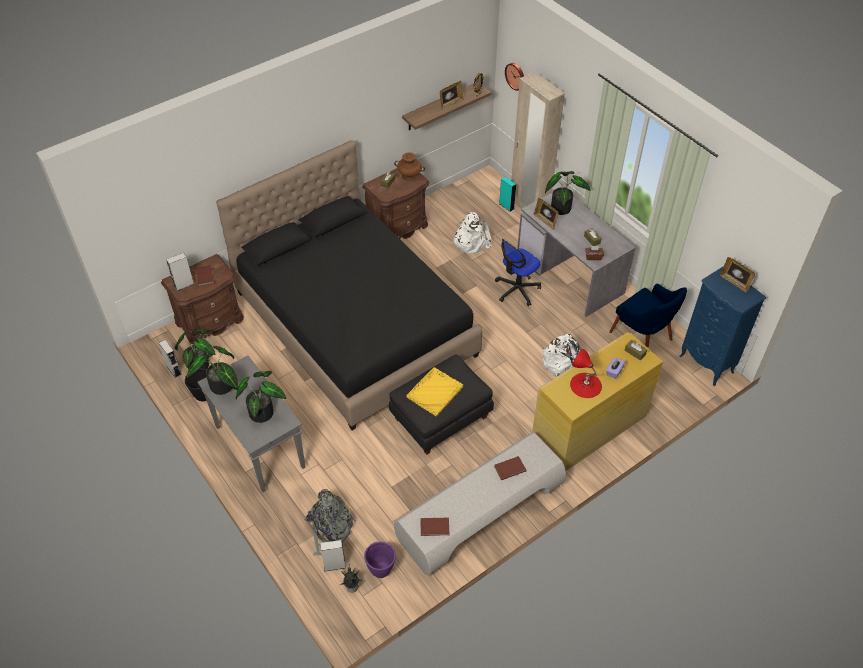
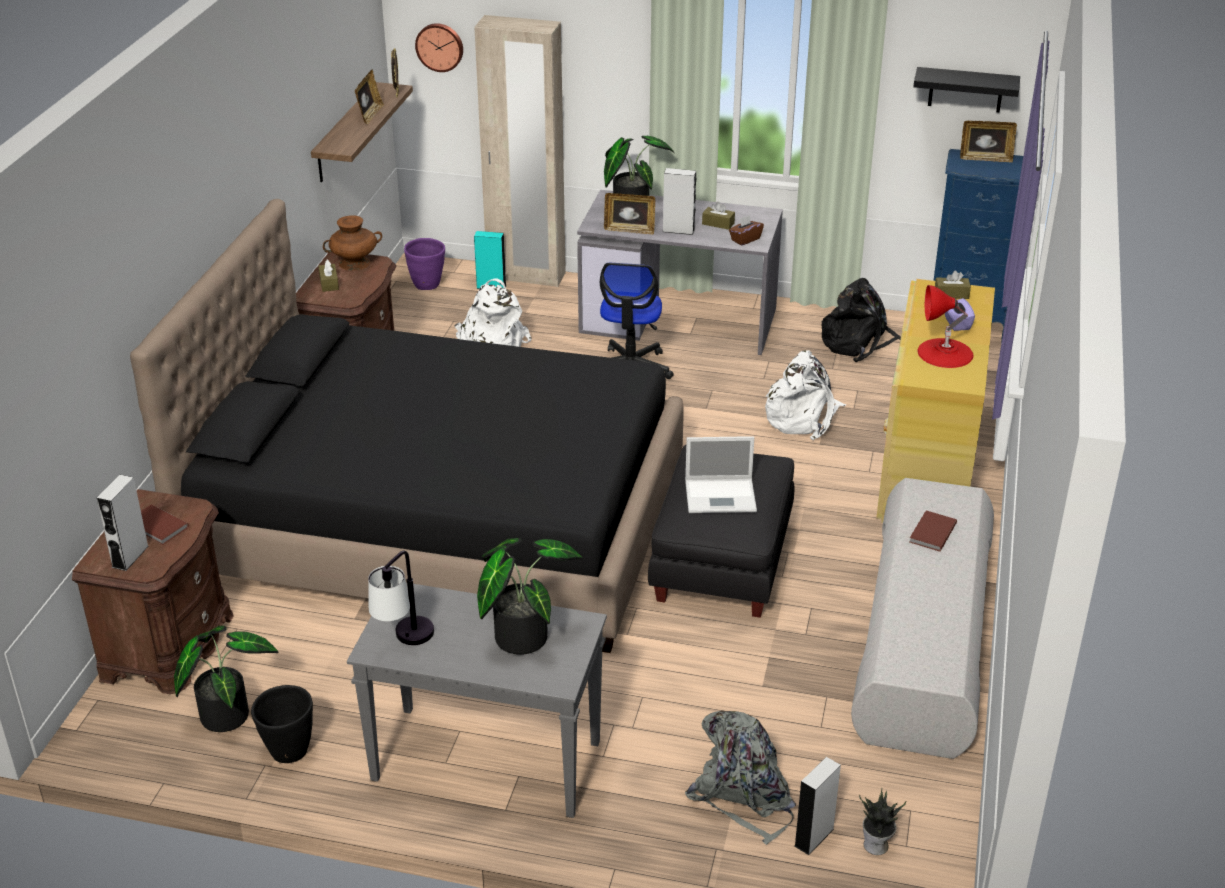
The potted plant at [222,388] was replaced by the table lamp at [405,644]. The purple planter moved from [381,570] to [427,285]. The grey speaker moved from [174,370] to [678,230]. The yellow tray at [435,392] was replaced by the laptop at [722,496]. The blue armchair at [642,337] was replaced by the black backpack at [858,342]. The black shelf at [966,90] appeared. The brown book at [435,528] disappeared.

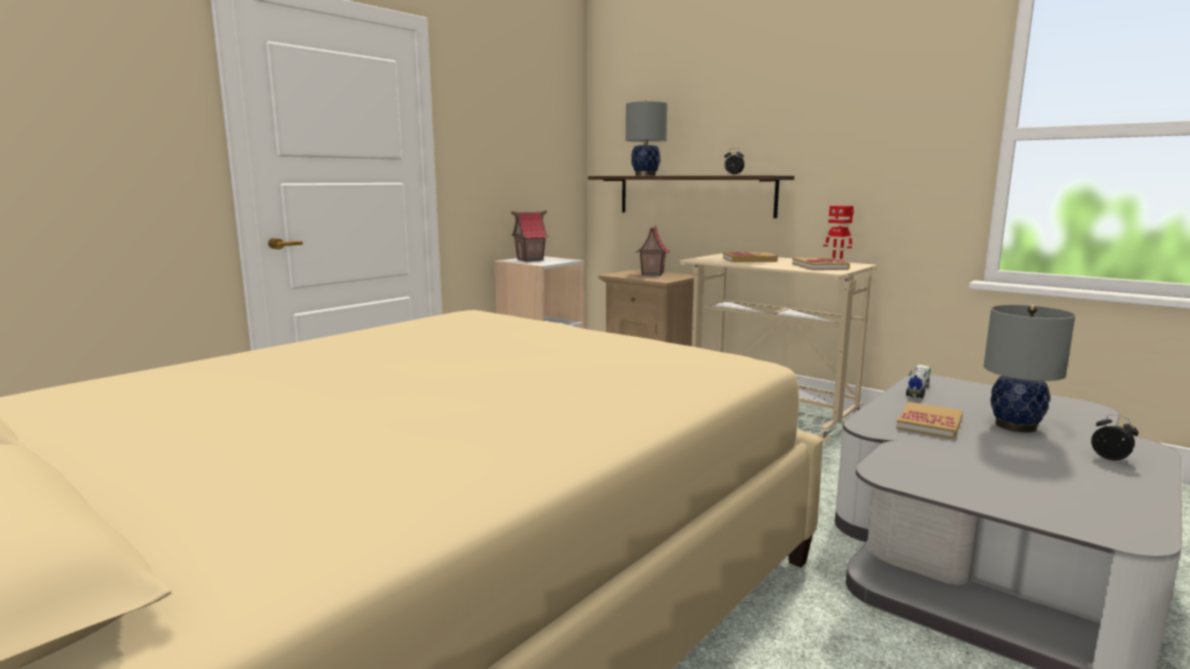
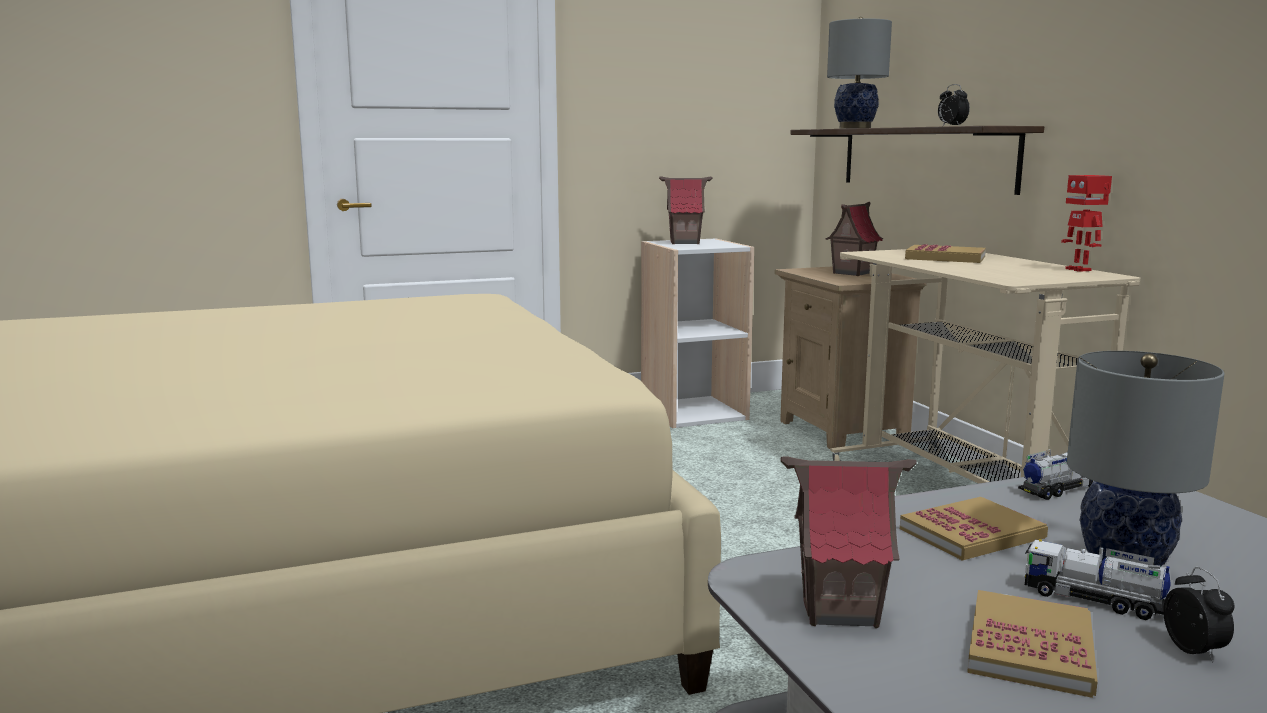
The toy house at [840,611] appeared. The book moved from [819,266] to [1030,648]. The toy truck at [1093,600] appeared.

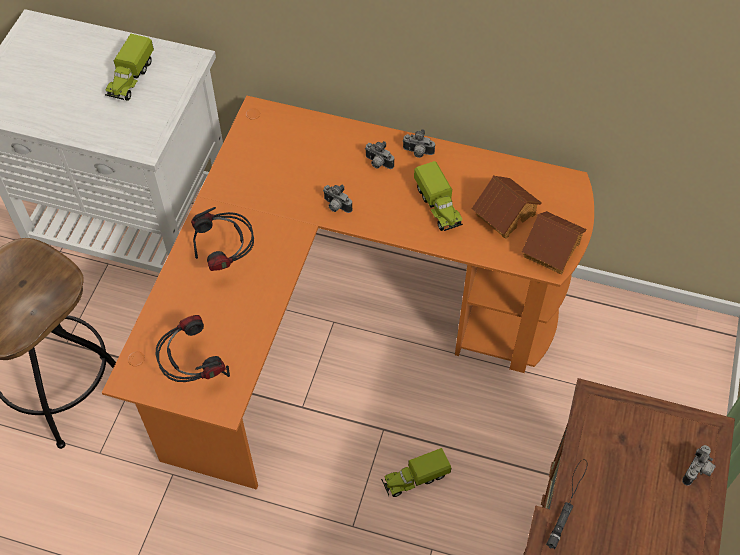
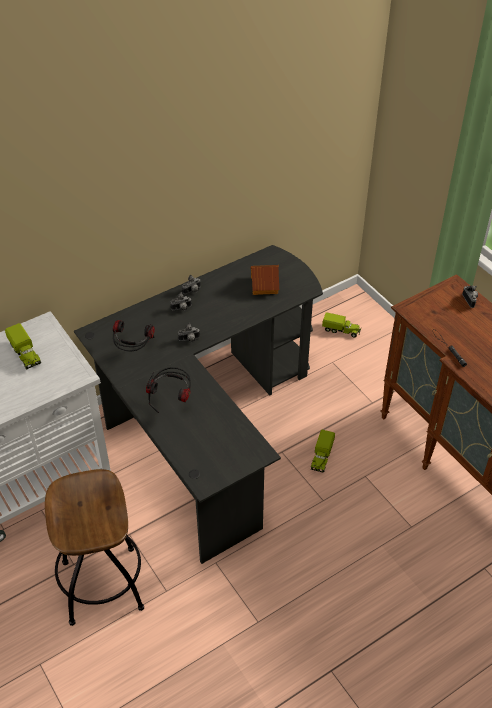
The orange desk at [345,328] became the black desk at [206,428]. The headphones moved from [194,370] to [133,350]. The toy truck moved from [438,206] to [341,330]. The toy house at [552,250] disappeared.

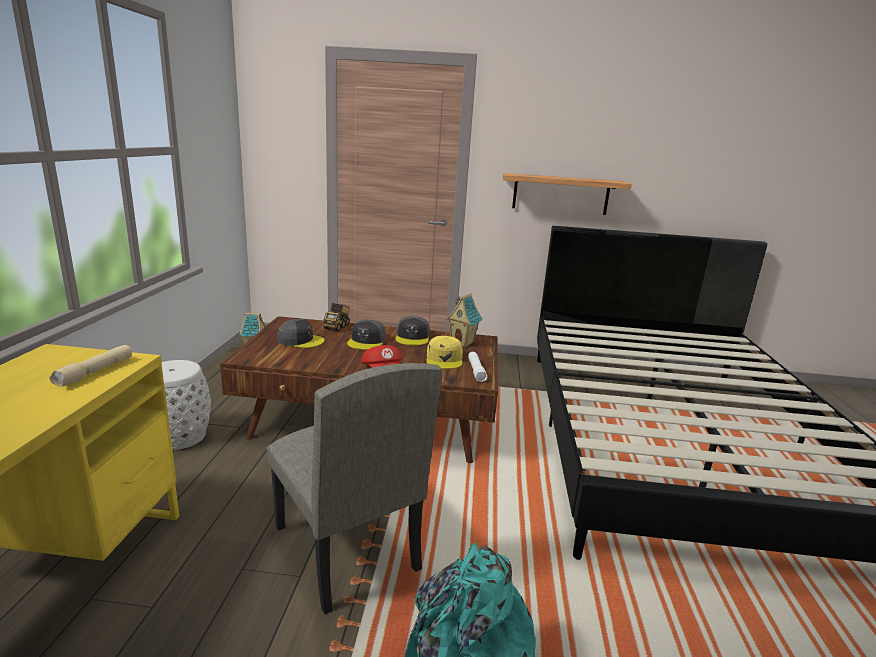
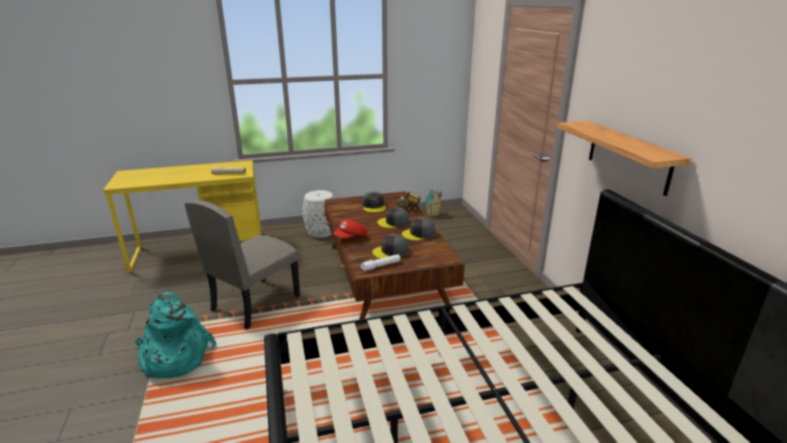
The yellow cap at [444,359] became the grey cap at [391,251]. The toy house at [463,343] disappeared.

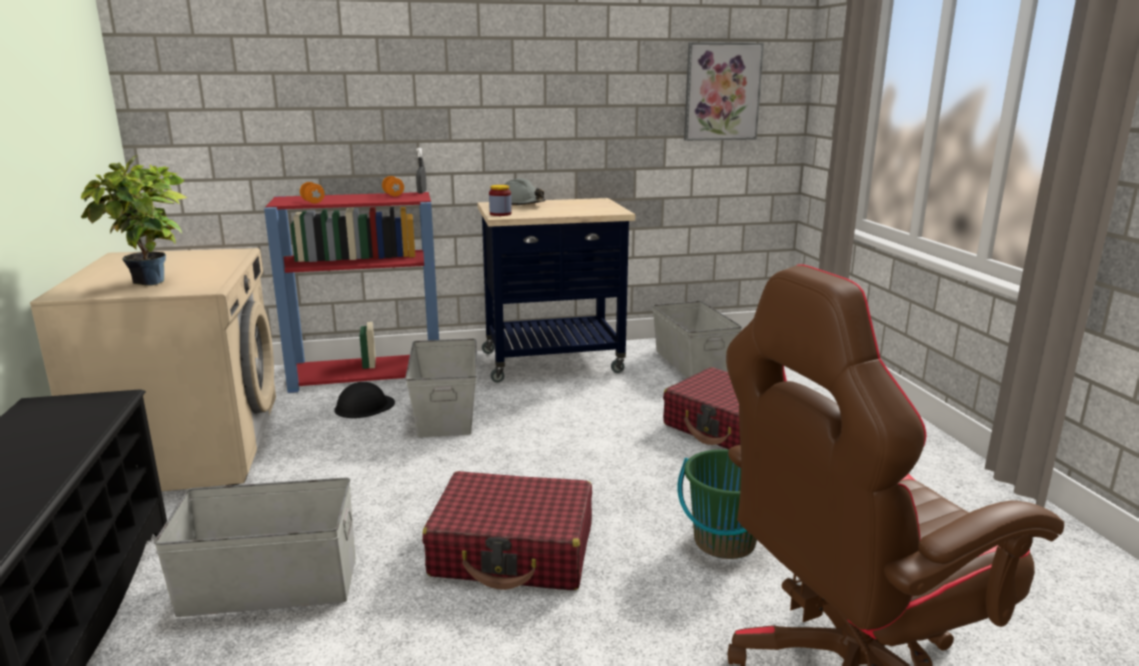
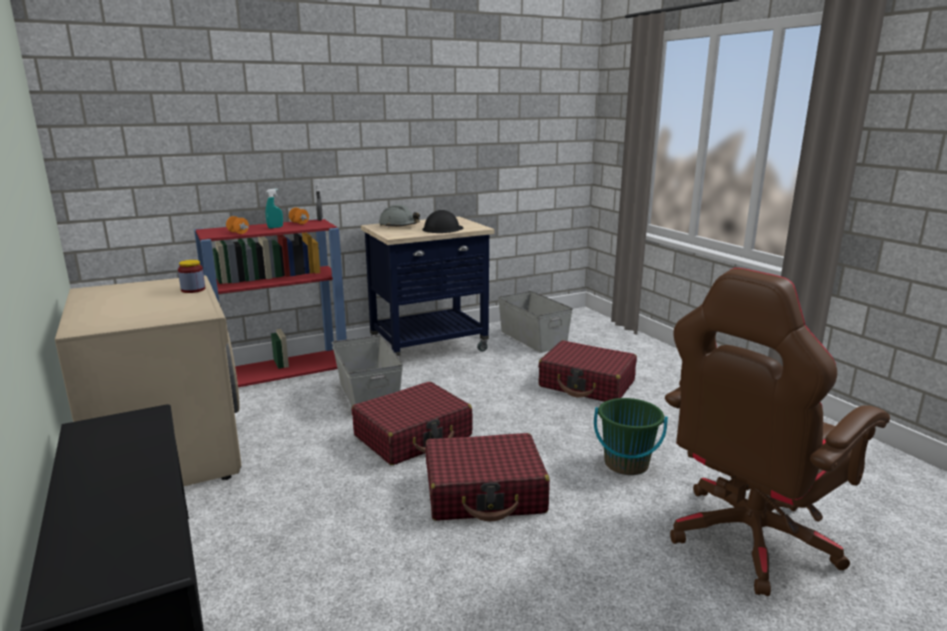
The jar moved from [500,214] to [193,289]. The turquoise spray bottle at [275,227] appeared. The red suitcase at [413,436] appeared. The black hard hat moved from [364,406] to [442,229]. The potted plant at [152,284] disappeared. The grey storage box at [271,586] disappeared. The picture at [722,92] disappeared.

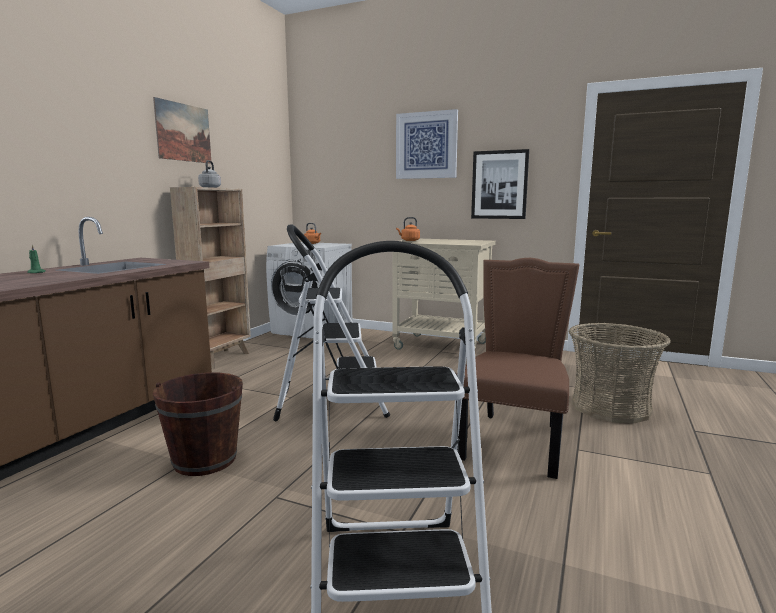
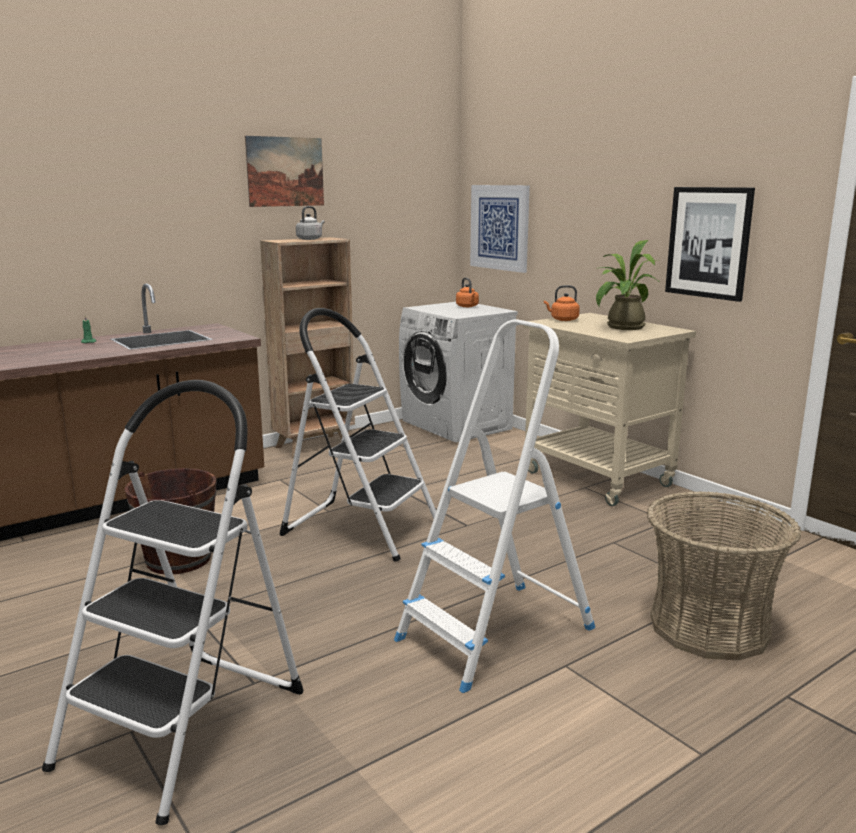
The brown chair at [513,444] was replaced by the white step ladder at [494,634]. The picture moved from [426,145] to [499,227]. The potted plant at [621,327] appeared.

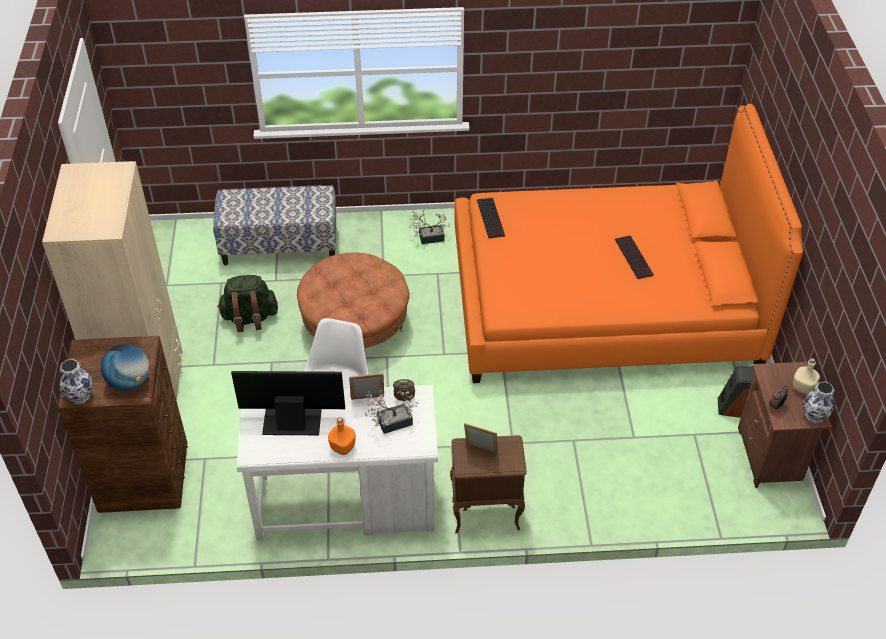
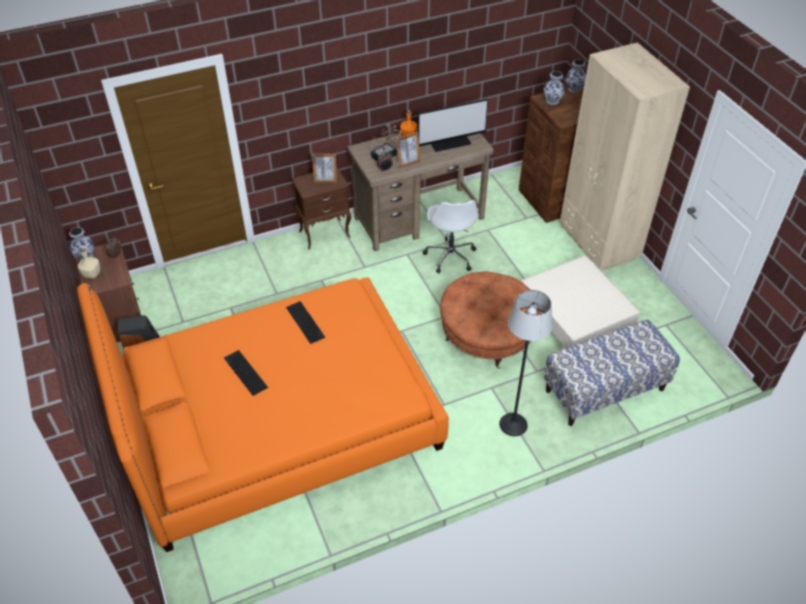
The keyboard moved from [490,218] to [305,322]. The white desk at [345,503] became the brown desk at [419,217]. The floor lamp at [513,424] appeared. The green backpack at [250,318] was replaced by the beige ottoman at [575,316]. The globe at [129,382] was replaced by the vase at [552,101]. The potted plant at [428,237] disappeared.

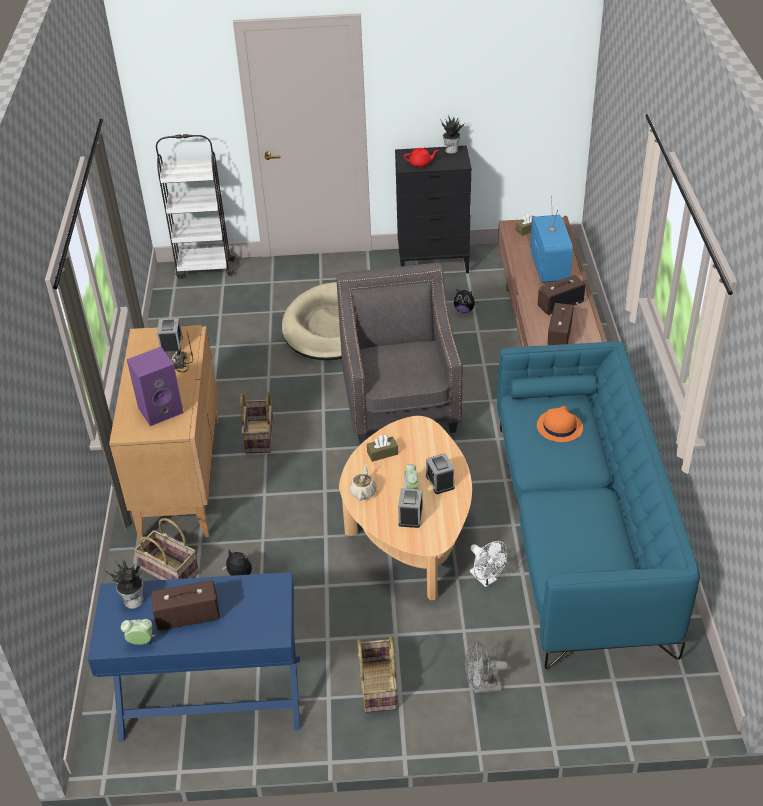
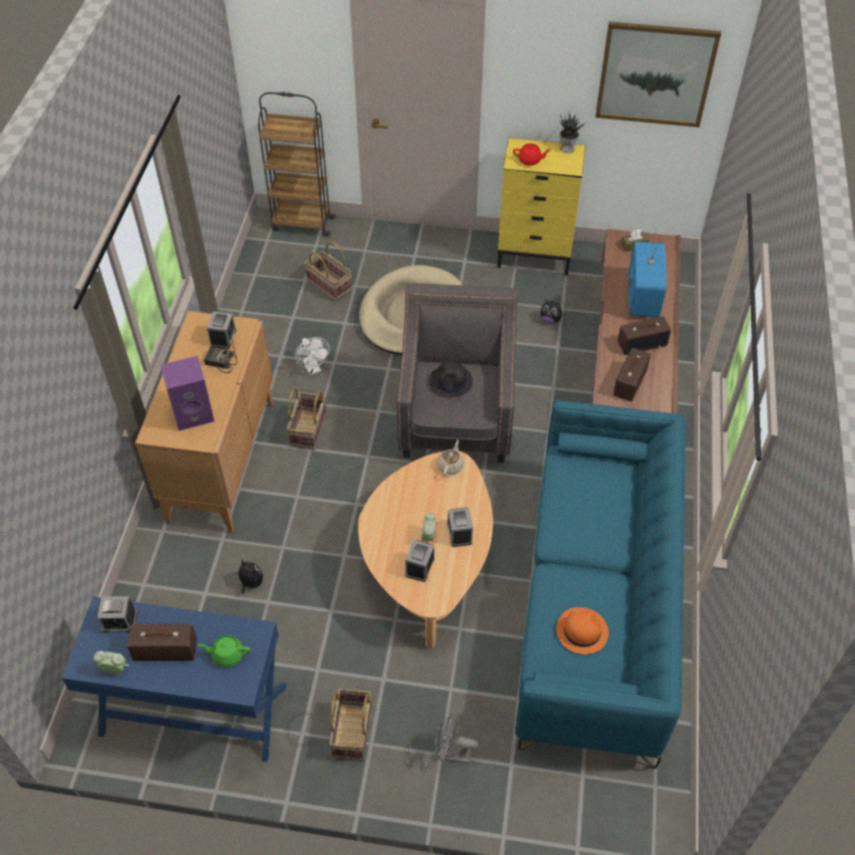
The potted plant at [133,600] was replaced by the alarm clock at [119,621]. The green teapot at [227,655] appeared. The white cart at [205,269] became the brown cart at [302,224]. The white fan moved from [486,579] to [313,369]. The basket moved from [170,570] to [330,285]. The black hat at [451,381] appeared. The beige teapot moved from [363,491] to [450,466]. The black dresser at [434,262] became the yellow dresser at [535,255]. The orange hat moved from [559,427] to [581,631]. The picture at [655,74] appeared. The brown tissue box at [382,453] disappeared.

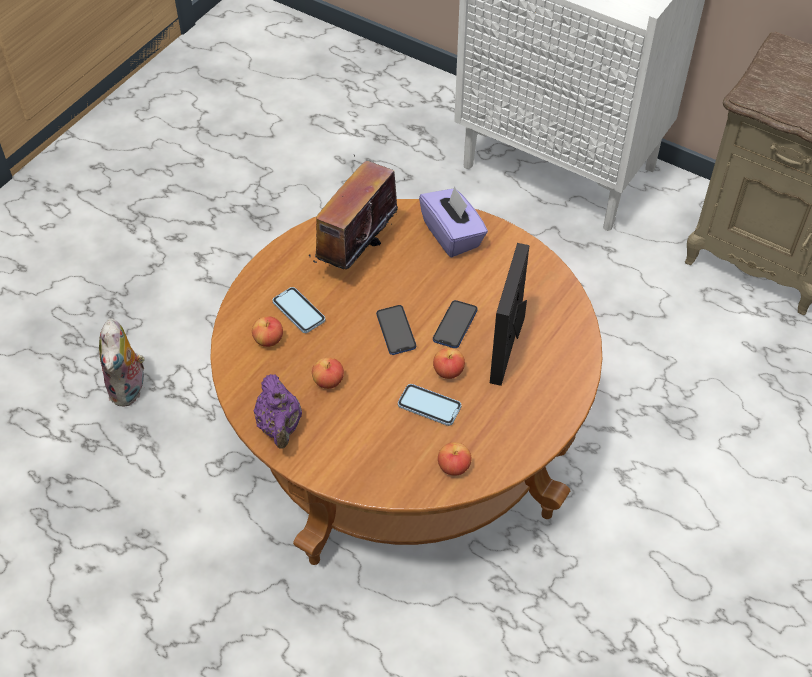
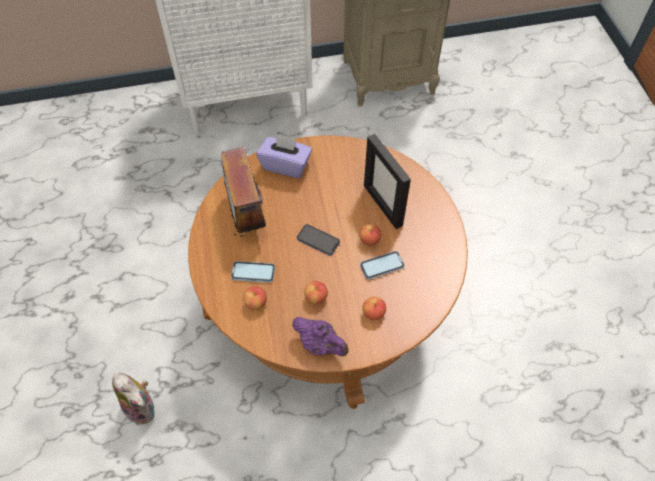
The apple moved from [454,466] to [373,313]. The phone at [455,325] disappeared.

